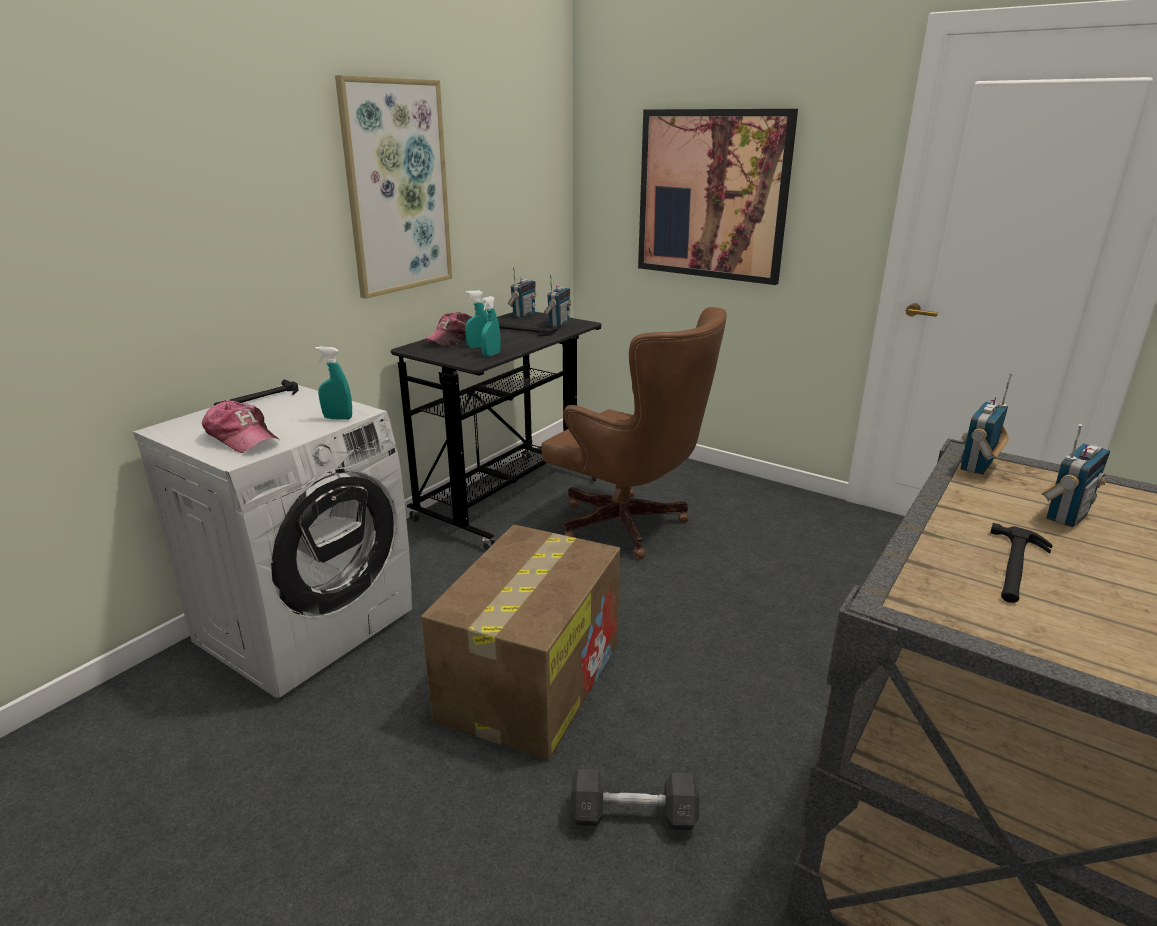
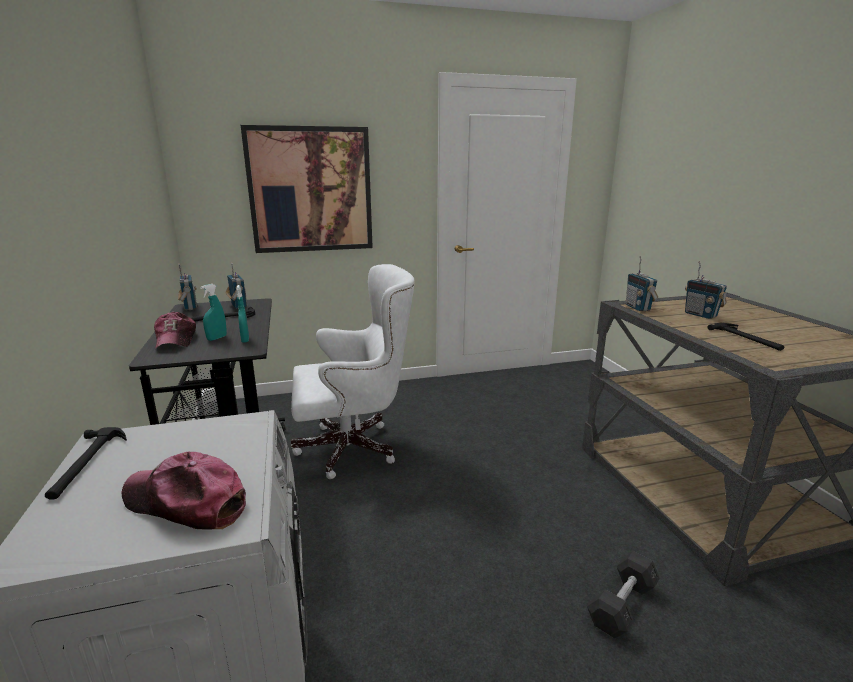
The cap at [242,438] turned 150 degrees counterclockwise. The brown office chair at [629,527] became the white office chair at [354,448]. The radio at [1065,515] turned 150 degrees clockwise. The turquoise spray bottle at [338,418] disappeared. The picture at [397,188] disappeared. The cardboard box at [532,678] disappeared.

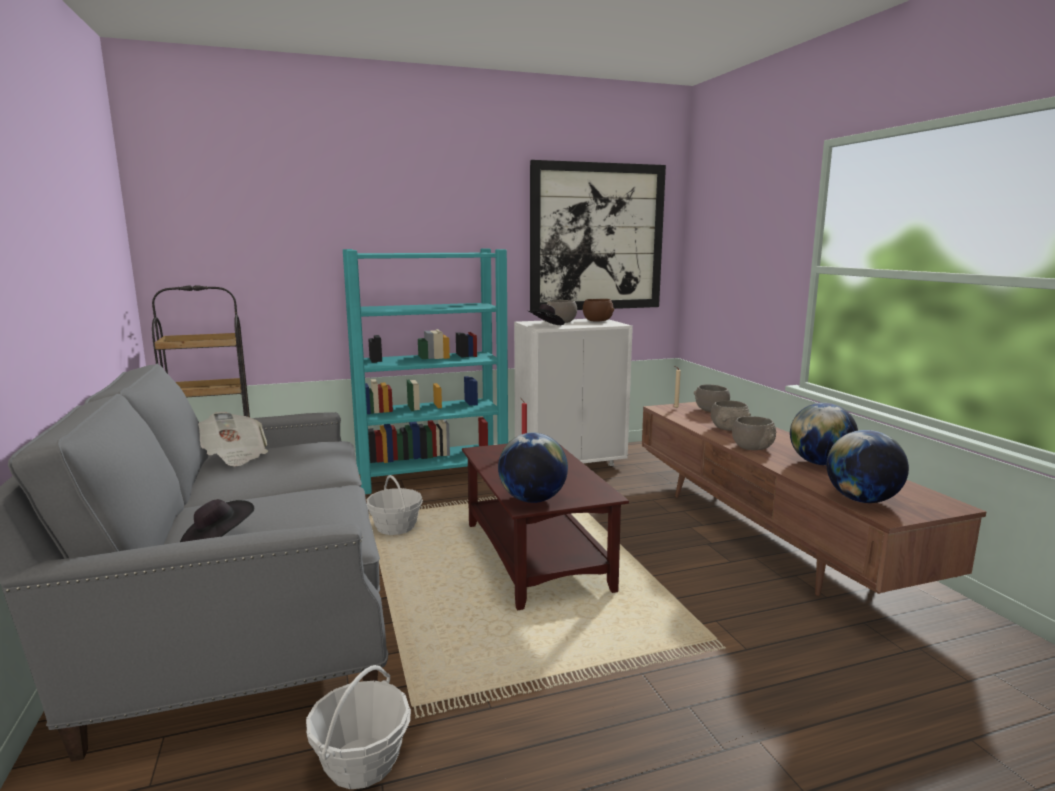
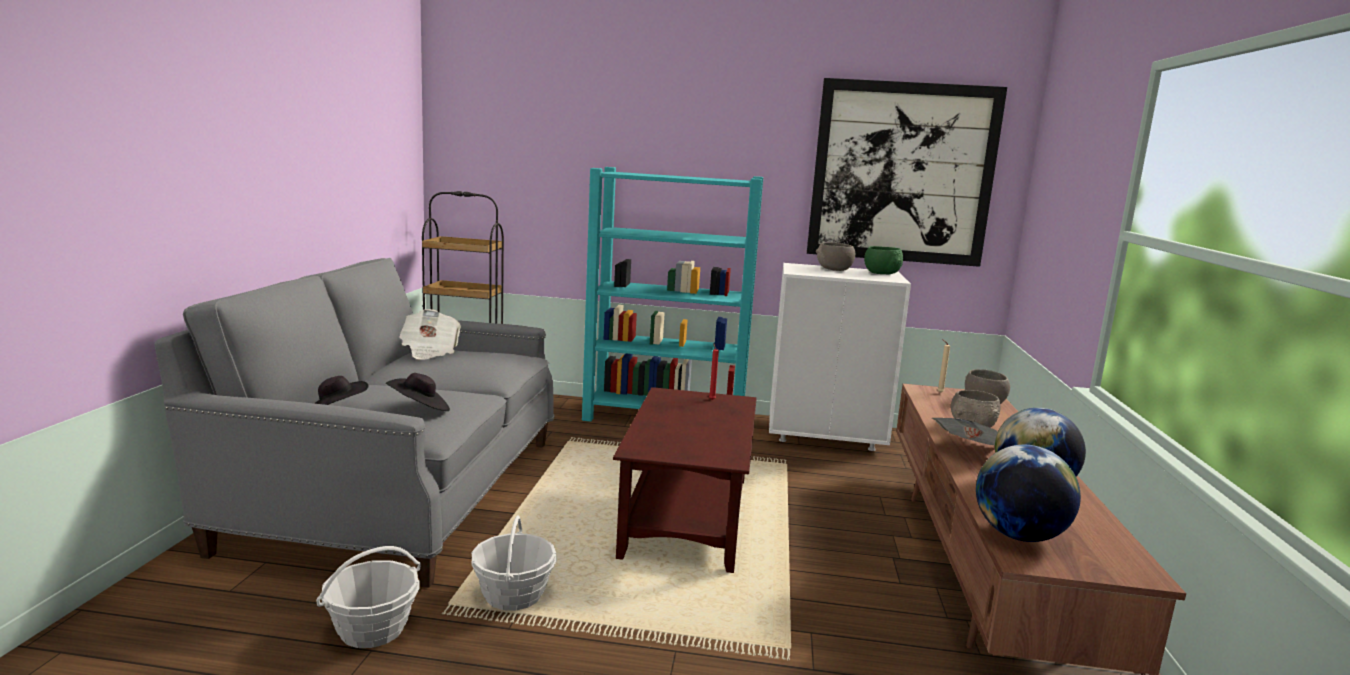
The black hat moved from [546,326] to [419,409]. The basket moved from [395,527] to [513,596]. The brown bowl at [597,320] became the green bowl at [882,273]. The grey bowl at [752,447] was replaced by the newspaper at [969,451]. The globe at [532,500] disappeared.

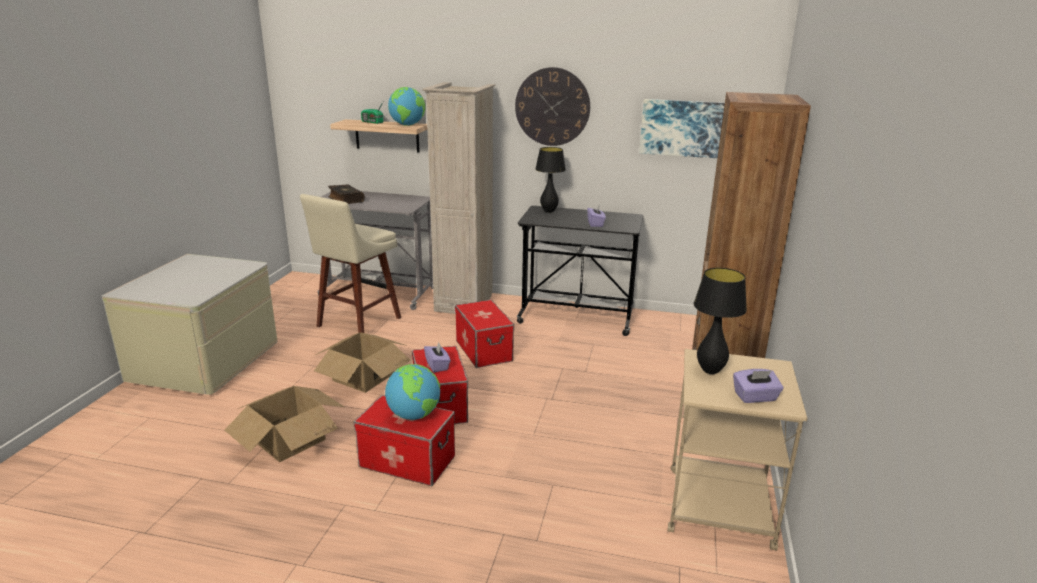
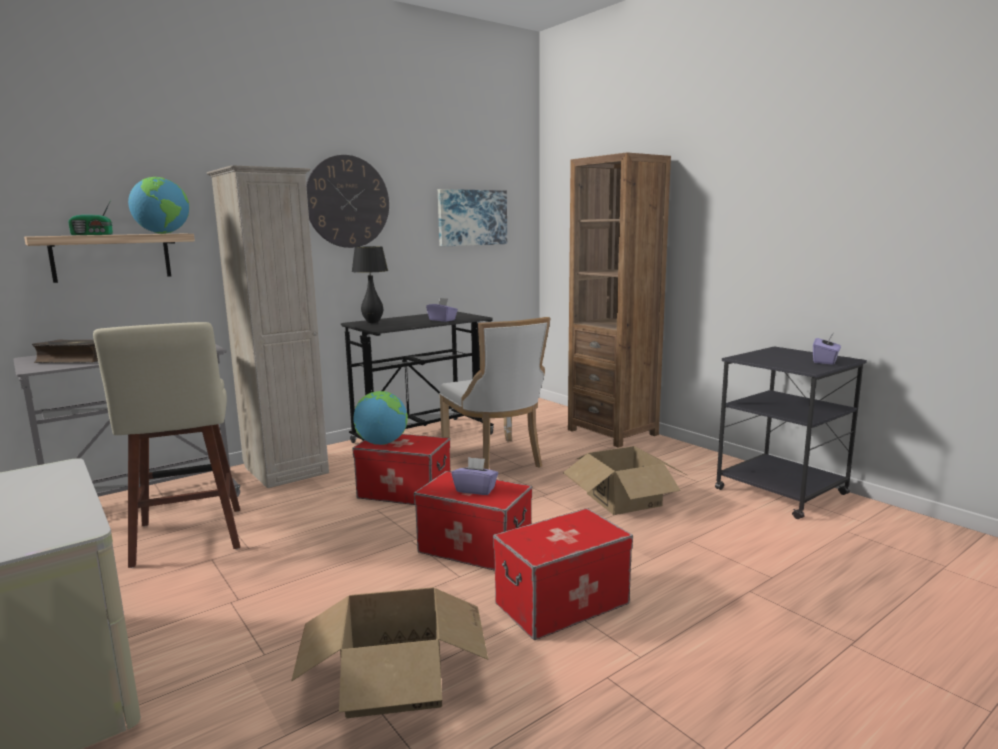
The globe moved from [414,415] to [381,443]. The white chair at [495,460] appeared. The cardboard box moved from [364,376] to [623,499]. The beige cart at [719,509] became the black cart at [782,492]. The black table lamp at [710,370] disappeared.

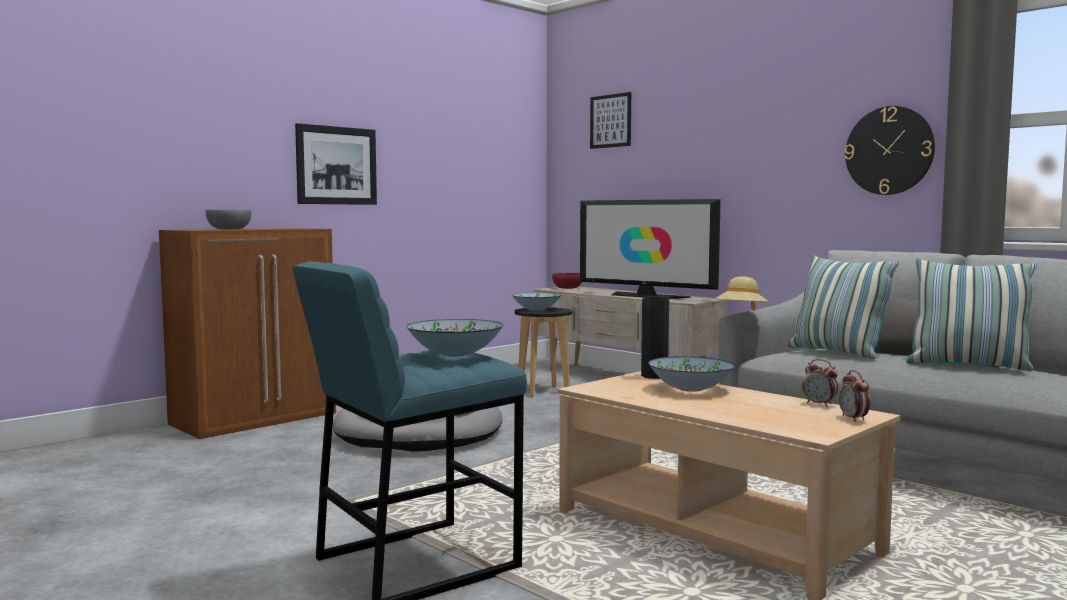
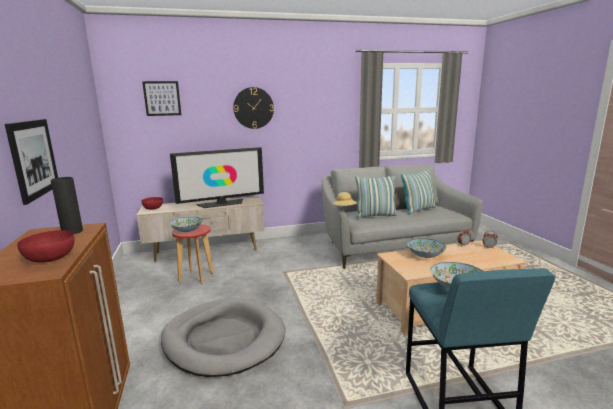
The grey bowl at [229,229] became the red bowl at [51,258]. The black vase moved from [654,376] to [72,231]. The black stool at [543,391] became the red stool at [196,277]. The wall clock moved from [889,150] to [253,108].

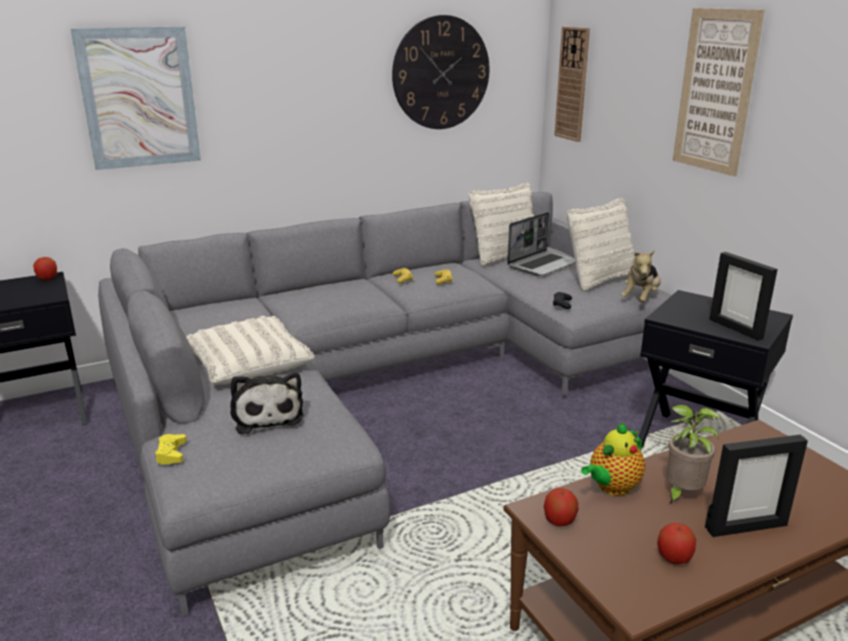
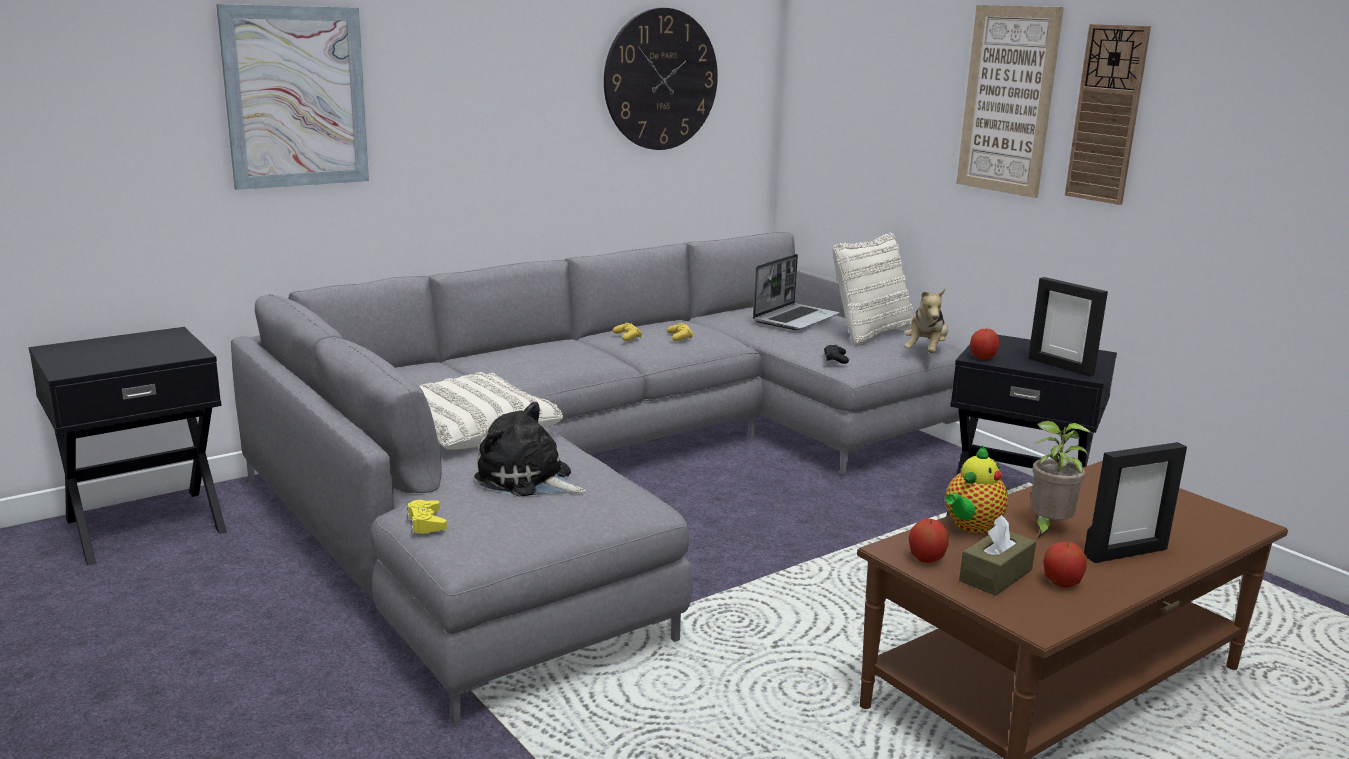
The plush toy at [266,415] turned 150 degrees clockwise. The brown tissue box at [995,575] appeared. The apple moved from [47,278] to [983,358]. The wall clock moved from [572,84] to [1107,114]. The beige pillow at [504,257] disappeared.

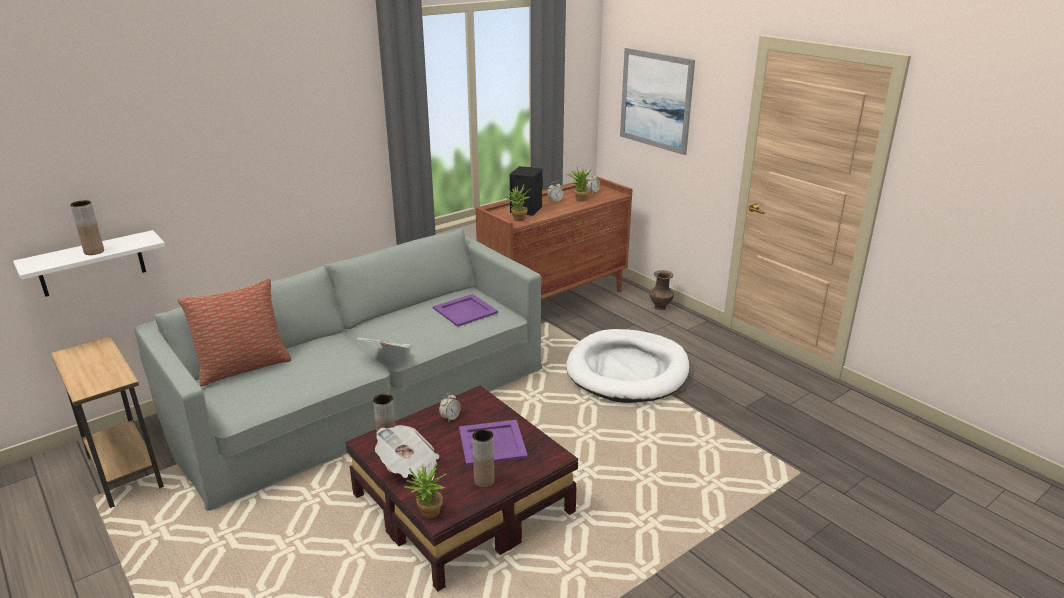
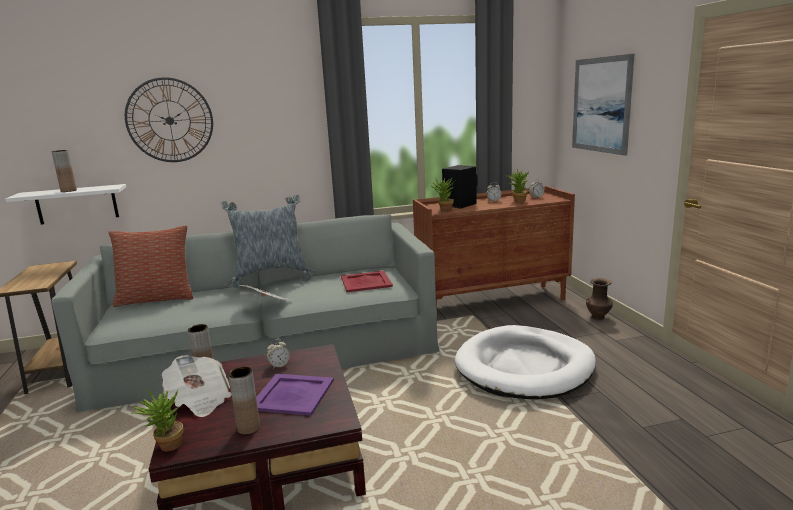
The wall clock at [169,120] appeared. The pillow at [271,281] appeared. The purple tray at [466,310] became the red tray at [366,282].

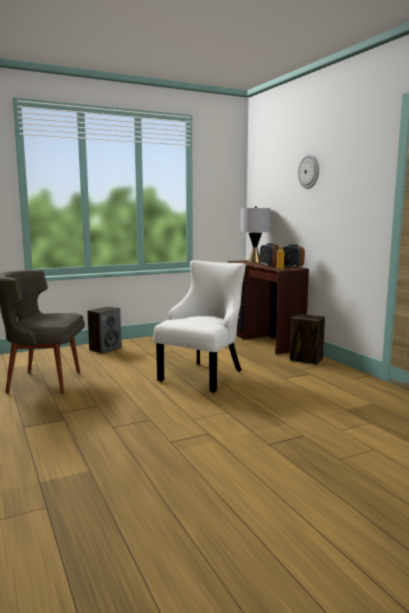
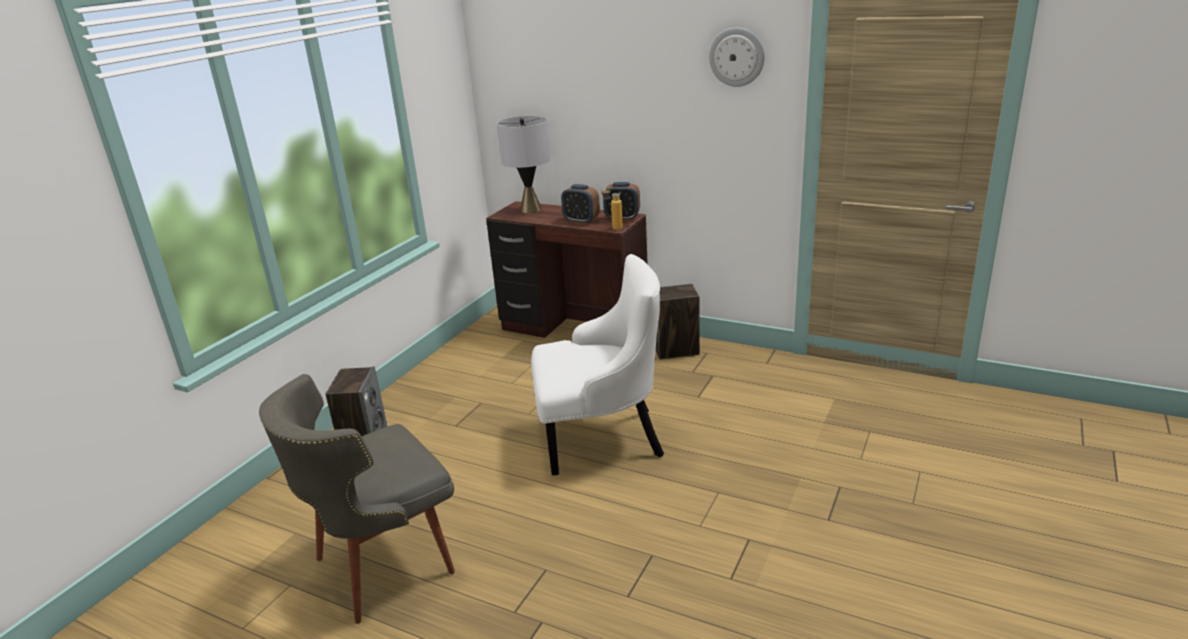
The white chair at [202,377] turned 90 degrees clockwise. The wall clock moved from [309,171] to [737,57].

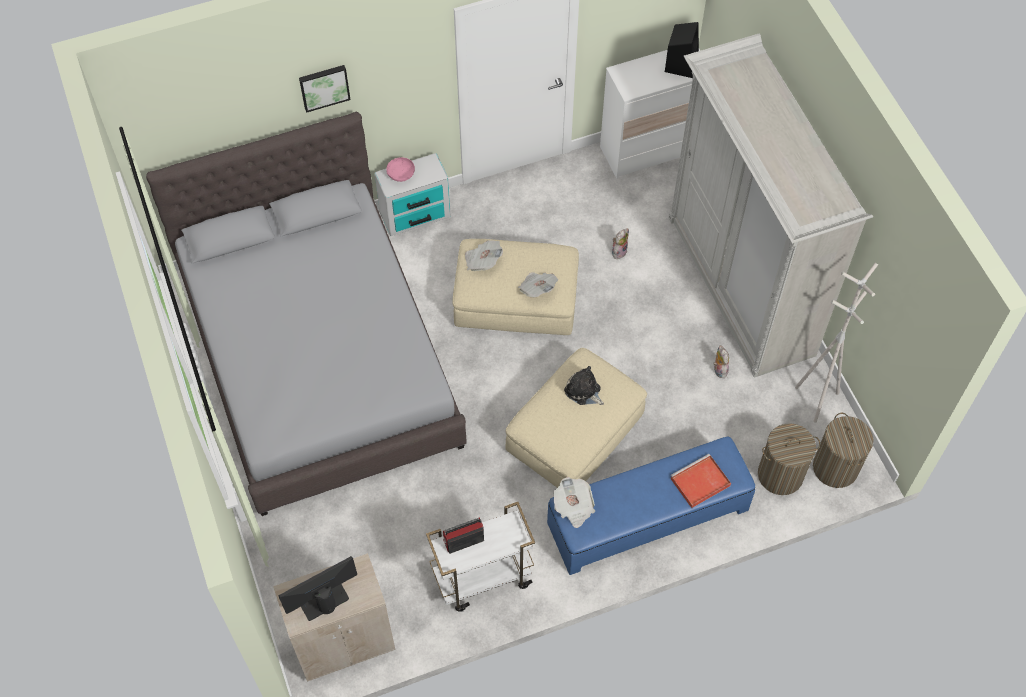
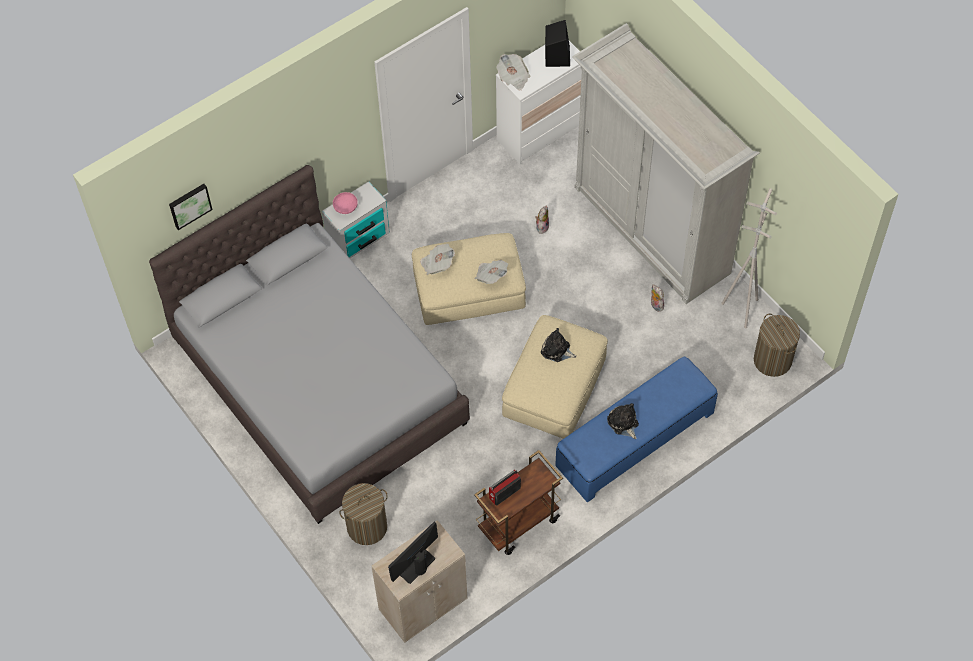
The picture moved from [324,86] to [189,205]. The laundry basket moved from [780,474] to [367,527]. The white cart at [482,580] became the brown cart at [517,526]. The newspaper moved from [573,507] to [513,77]. The plush toy at [623,423] appeared. The red tray at [699,483] disappeared.

